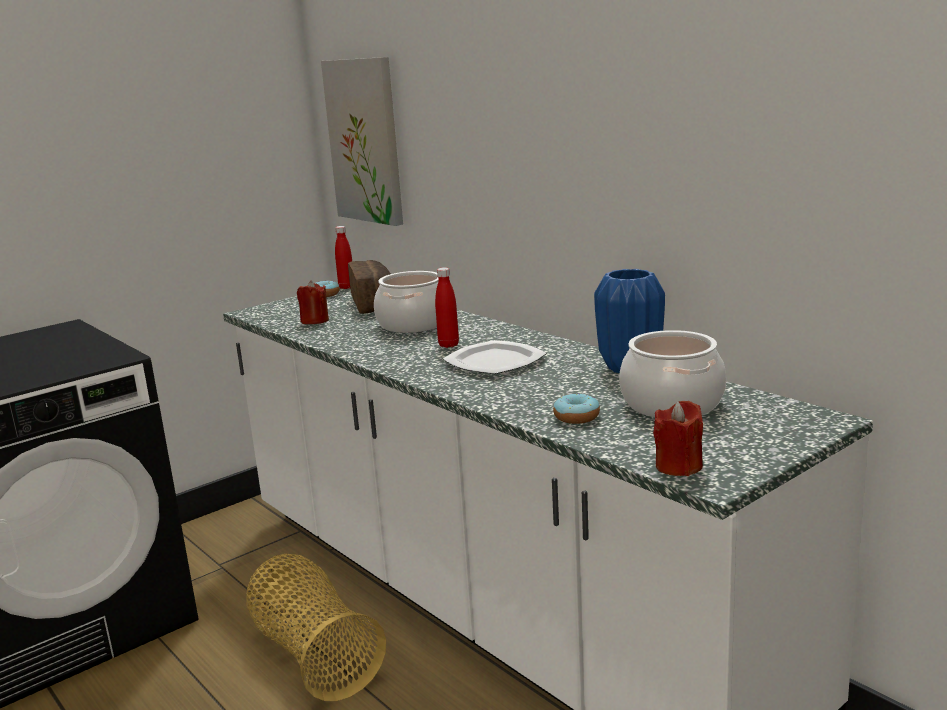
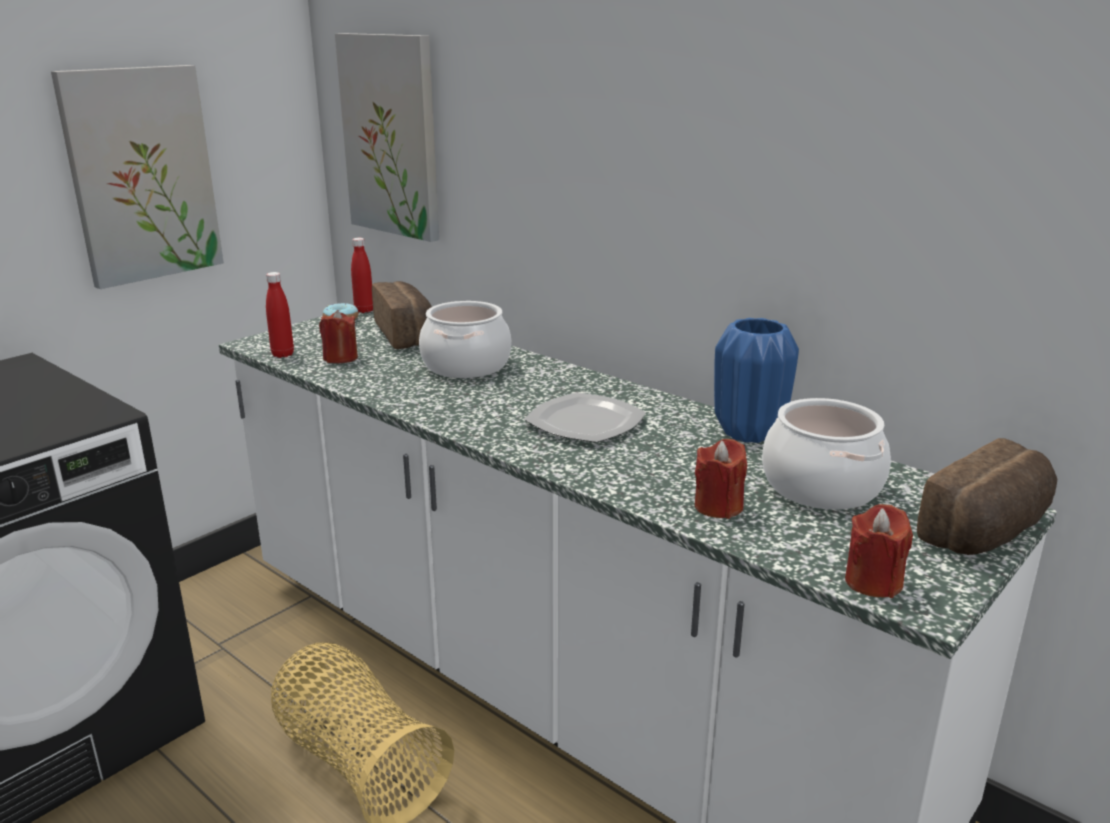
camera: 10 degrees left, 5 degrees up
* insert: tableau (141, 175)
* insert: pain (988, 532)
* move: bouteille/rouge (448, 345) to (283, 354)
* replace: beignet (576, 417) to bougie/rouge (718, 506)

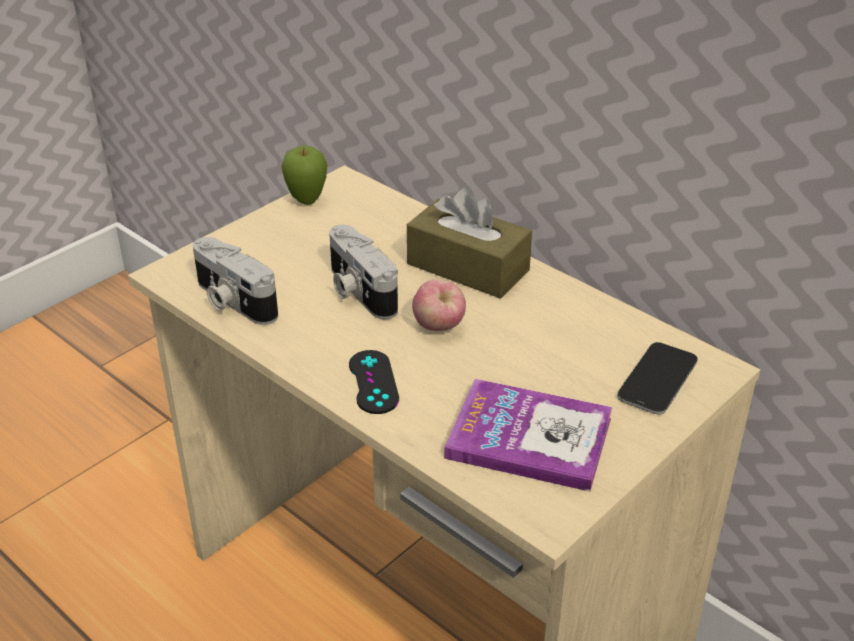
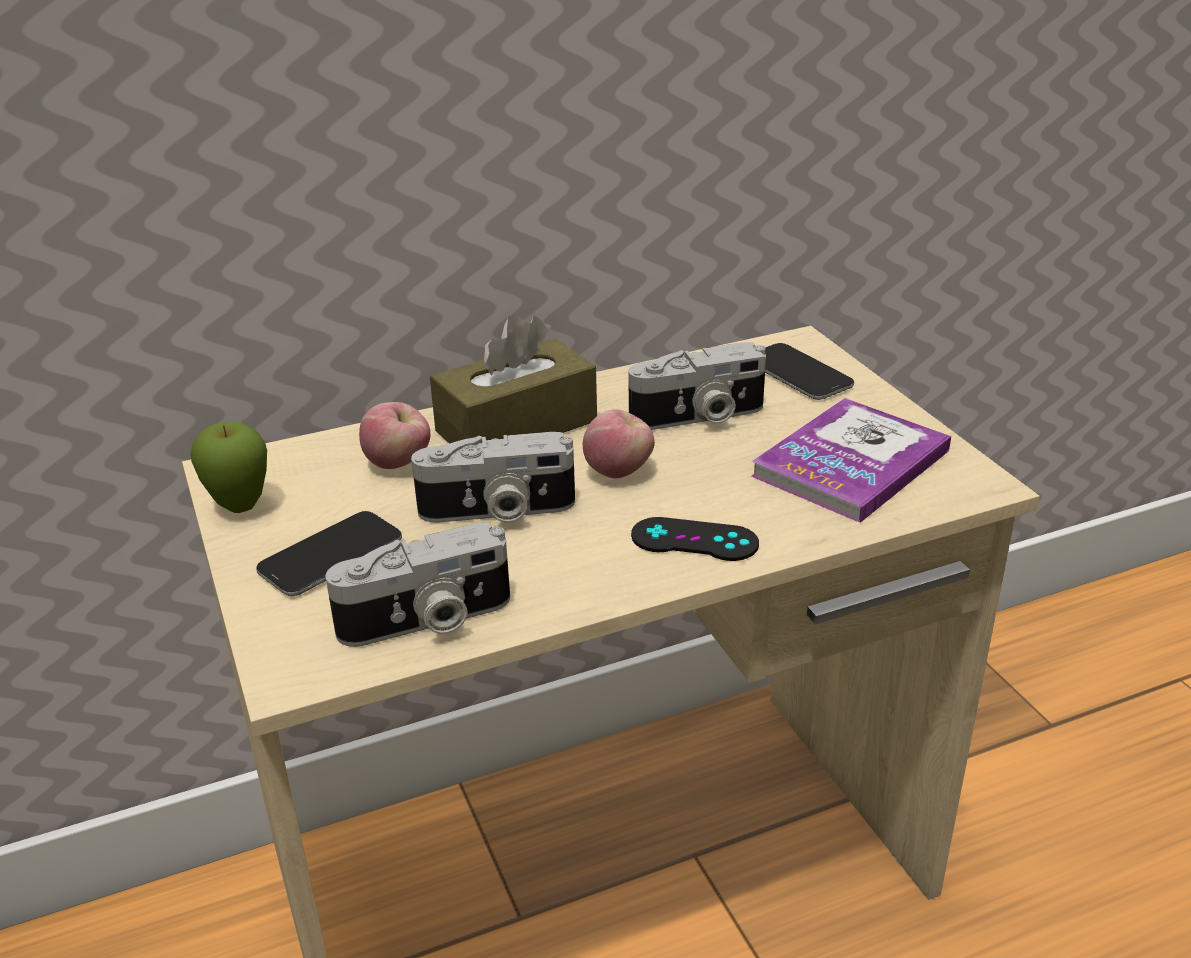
camera: 65 degrees left, 5 degrees down
* insert: téléphone (331, 556)
* insert: pomme (398, 463)
* insert: appareil photo (699, 417)

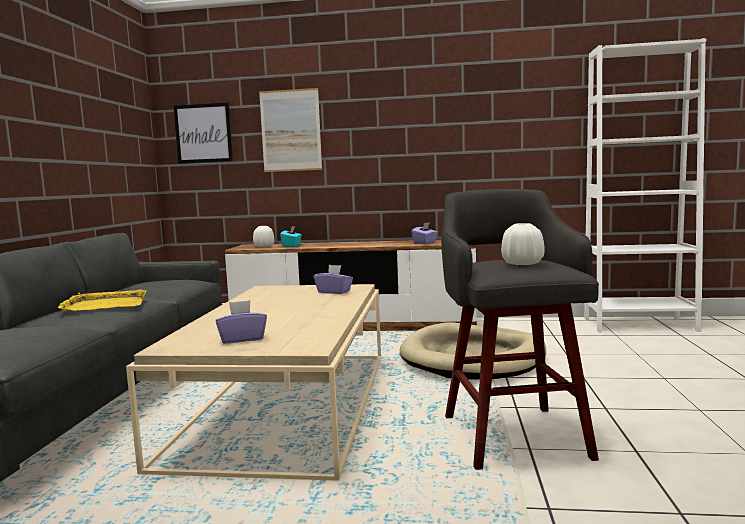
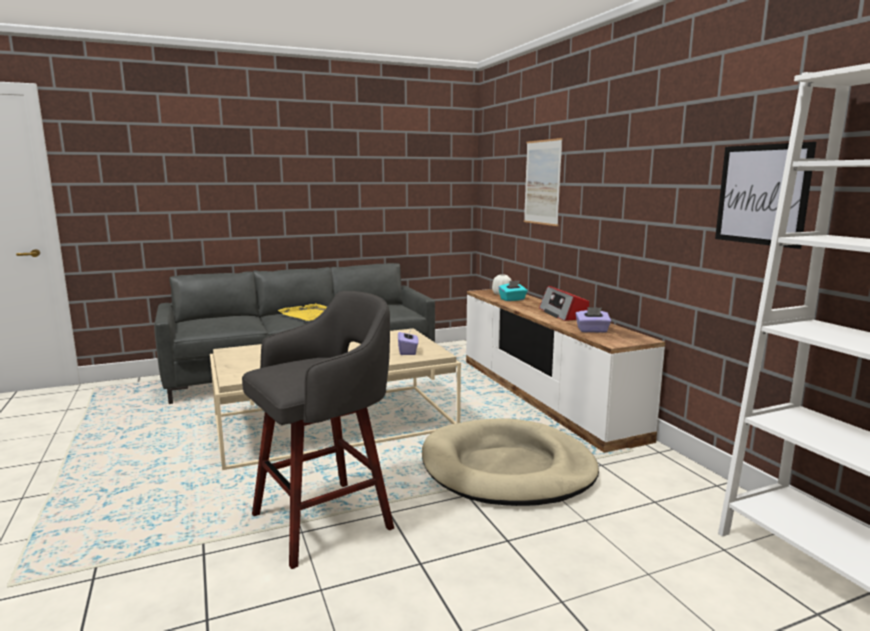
camera: 60 degrees right, 5 degrees up
* delete: boîte à mouchoirs/violet (242, 339)
* delete: vase/blanc (522, 263)
* insert: radio (563, 314)
* move: tableau (203, 133) to (762, 194)

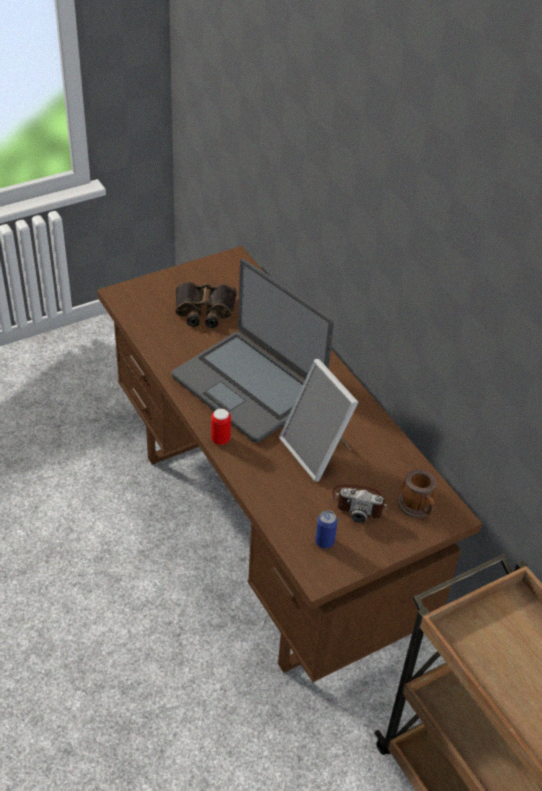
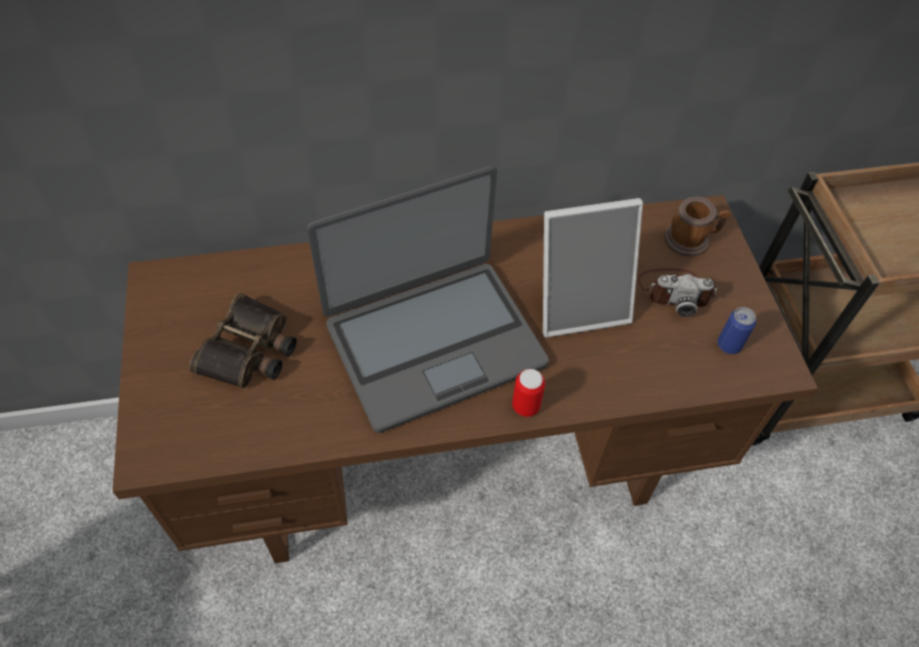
camera: 70 degrees left, 10 degrees up
* rotate: appareil photo (359, 503) = (675, 291) 60 degrees clockwise

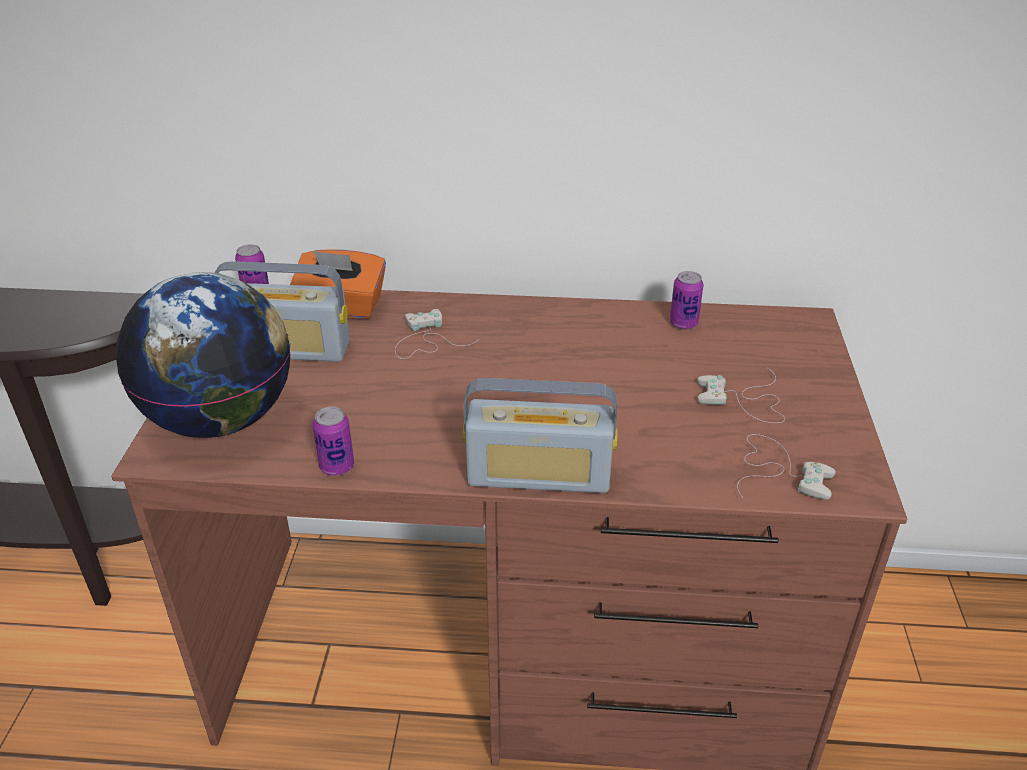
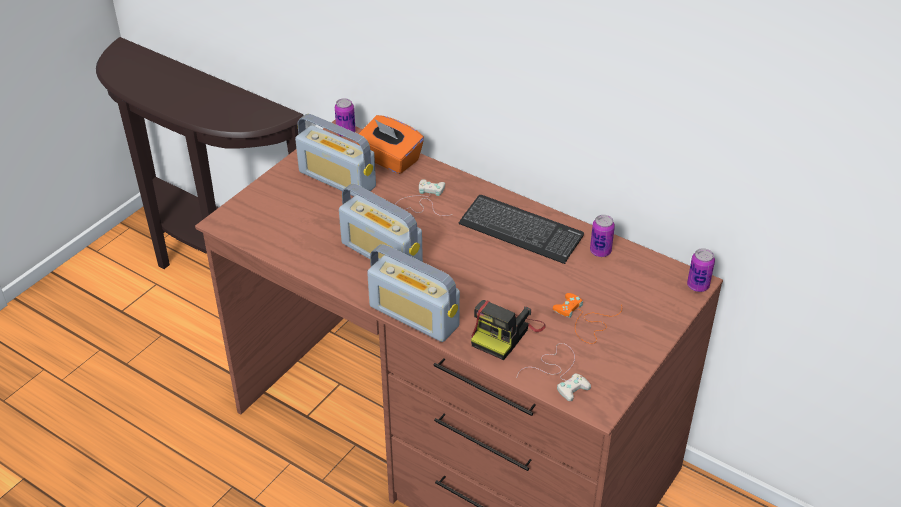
camera: 30 degrees right, 5 degrees up
* delete: globe (221, 419)
* insert: radio (381, 254)
* insert: clavier (520, 231)
* insert: appareil photo (505, 333)
* move: boîte métallique (337, 466) to (698, 286)
* recolor: manette/blanc (745, 401) to manette/orange (585, 320)

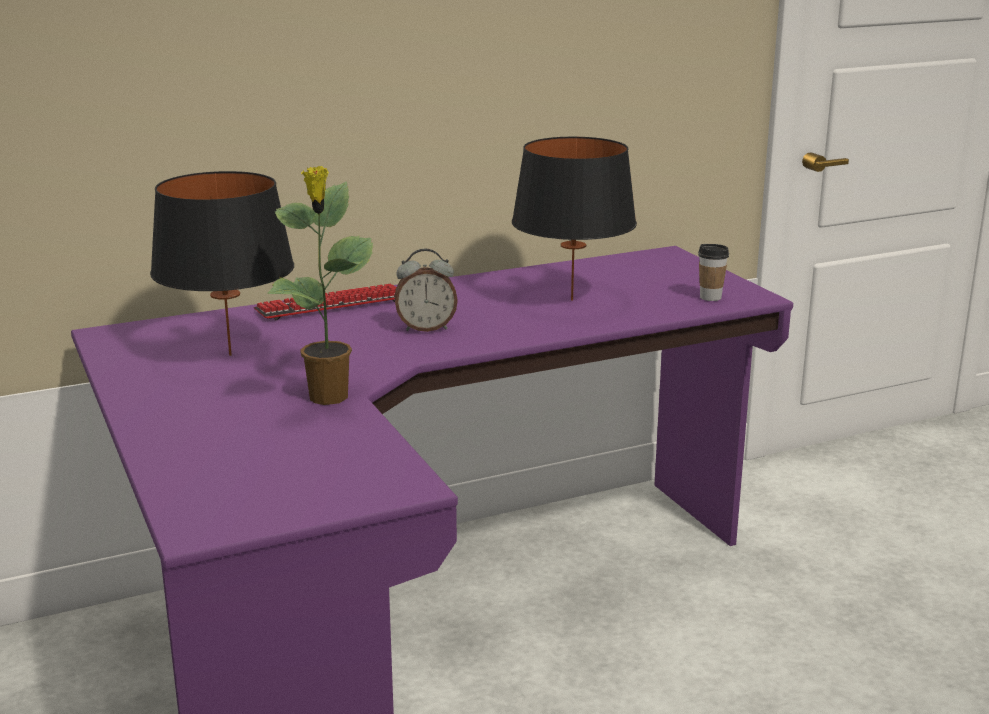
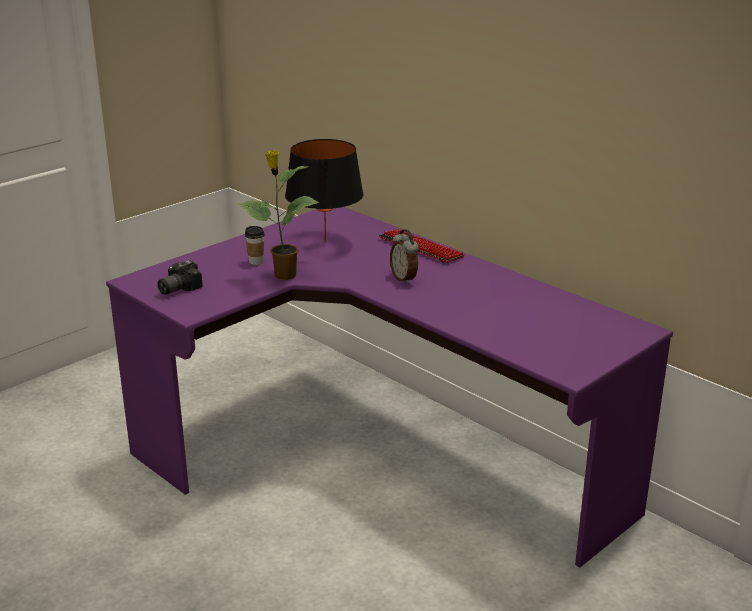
camera: 70 degrees right, 5 degrees up
* delete: lampe de table/noir (572, 300)
* insert: appareil photo (176, 288)
* move: tasse (710, 297) to (256, 262)

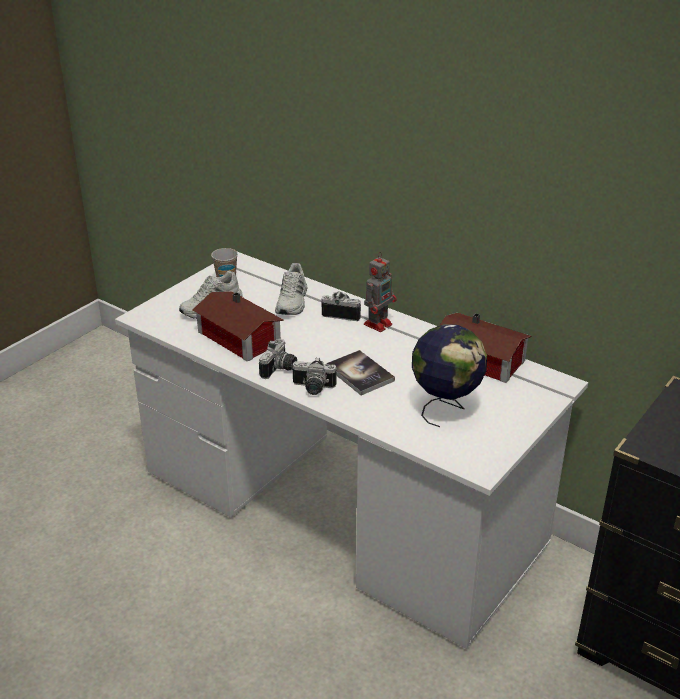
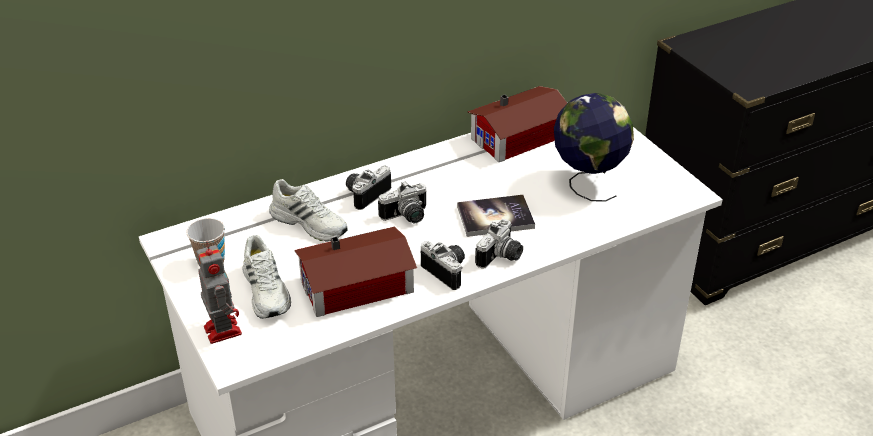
camera: 65 degrees left, 5 degrees up
* insert: appareil photo (407, 217)
* move: robot jouet (378, 324) to (222, 329)

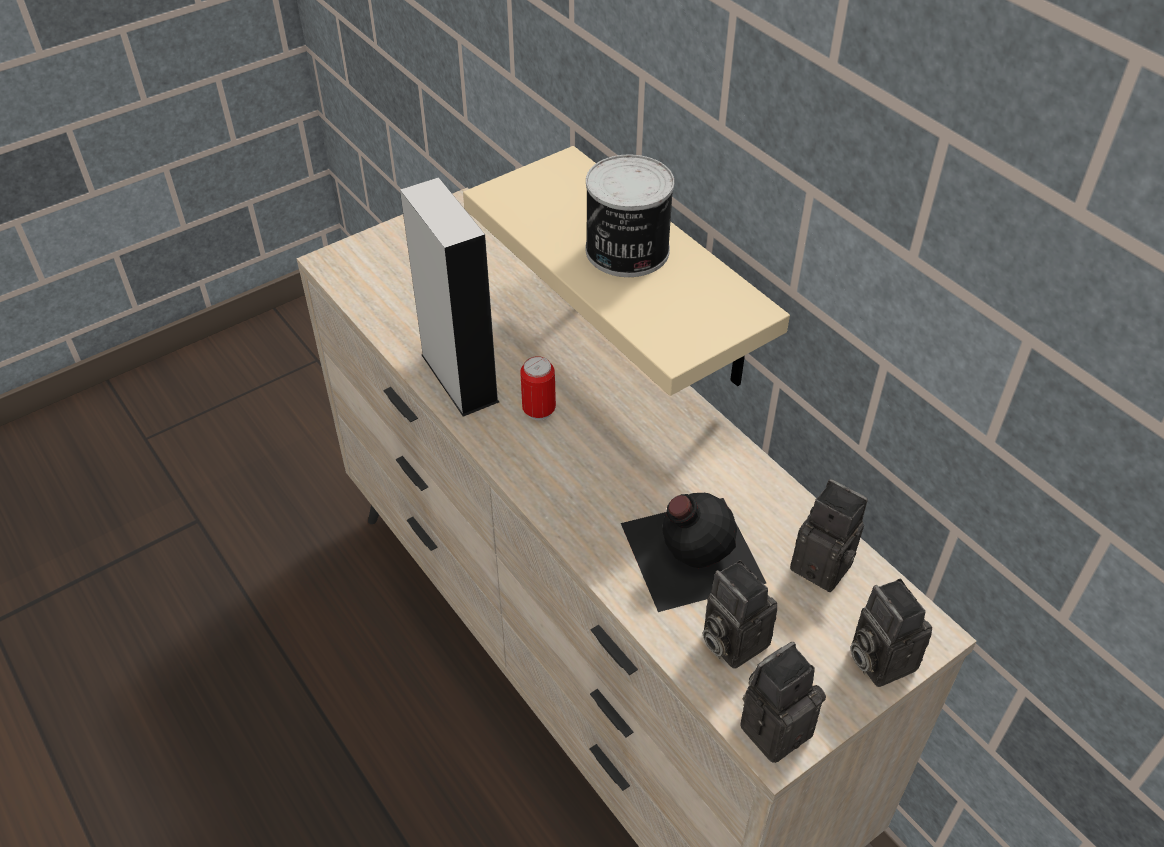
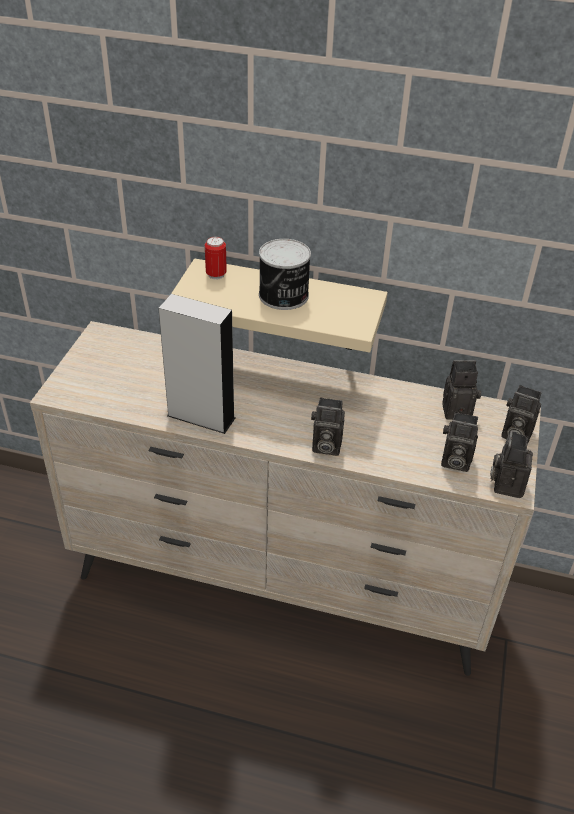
camera: 40 degrees left, 5 degrees down
* delete: bouteille/noir (689, 551)
* insert: appareil photo (325, 446)
* move: boîte métallique (539, 410) to (216, 275)

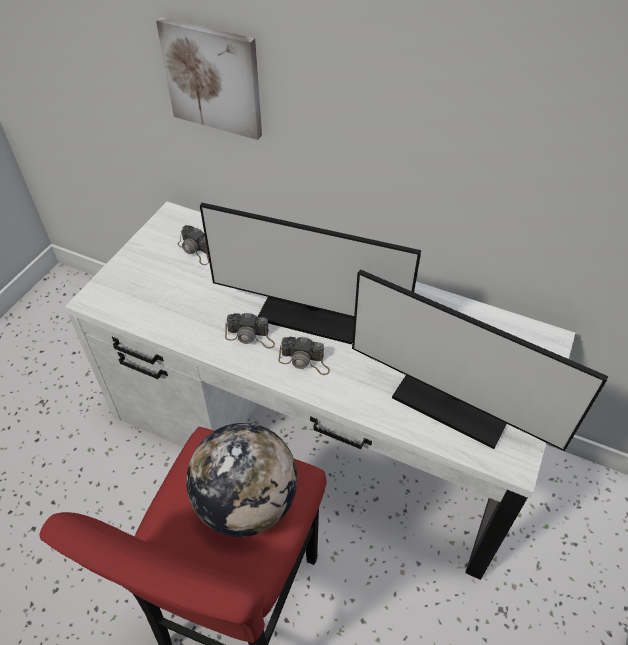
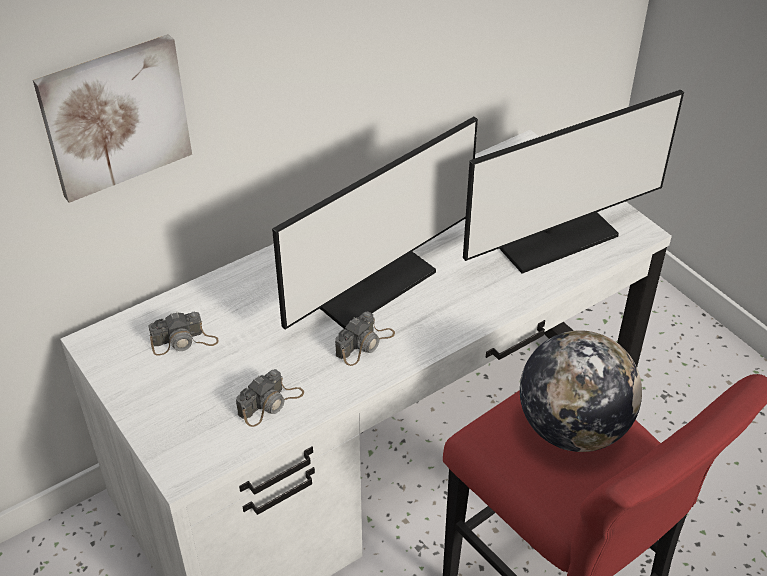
camera: 60 degrees left, 5 degrees down
* move: appareil photo (305, 361) to (270, 403)

